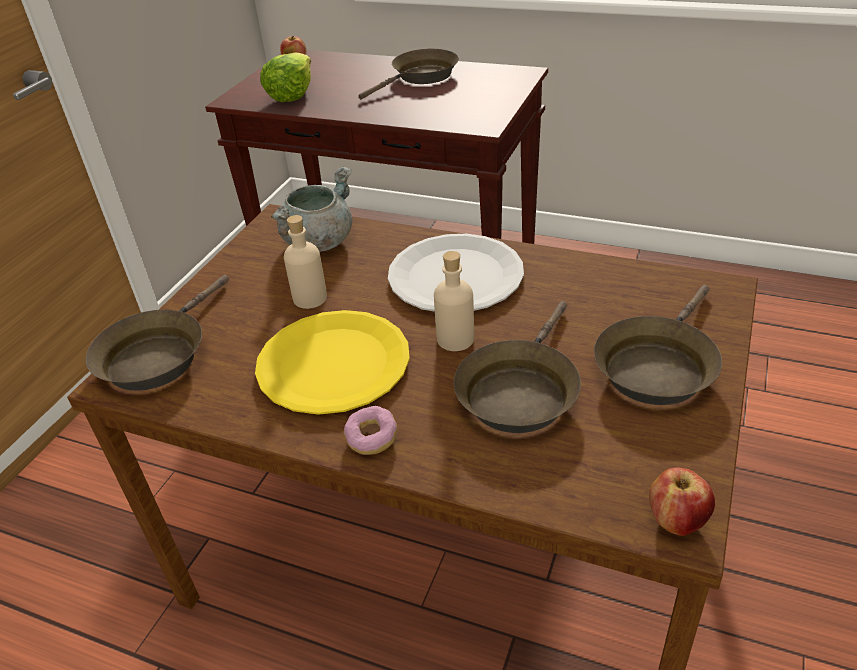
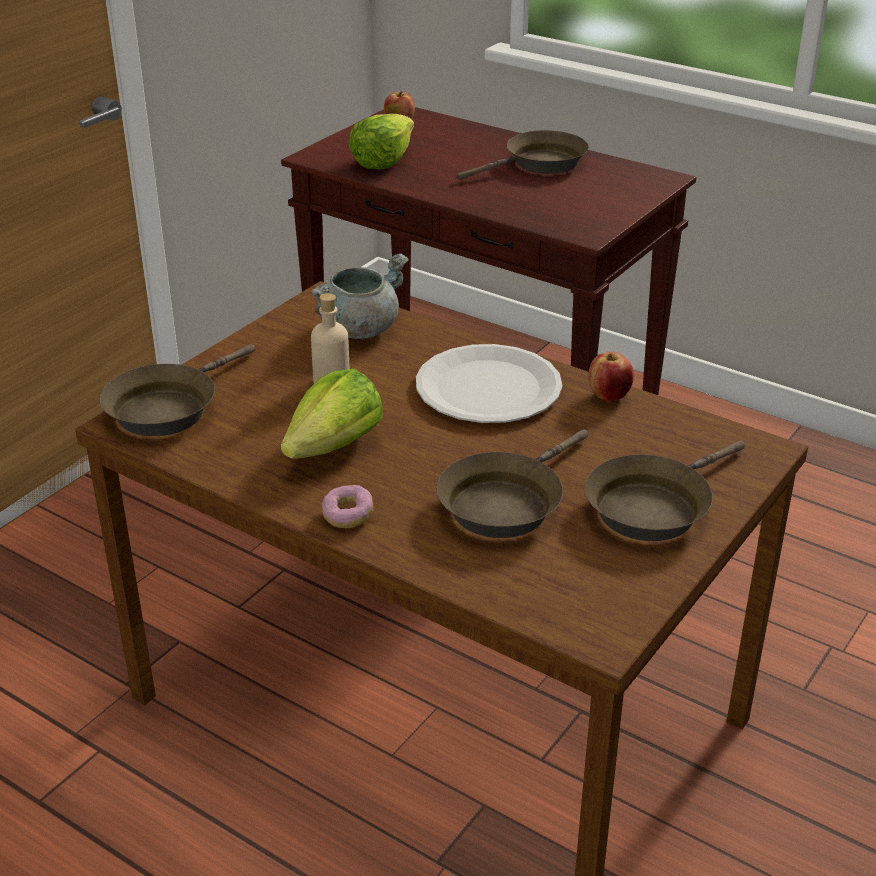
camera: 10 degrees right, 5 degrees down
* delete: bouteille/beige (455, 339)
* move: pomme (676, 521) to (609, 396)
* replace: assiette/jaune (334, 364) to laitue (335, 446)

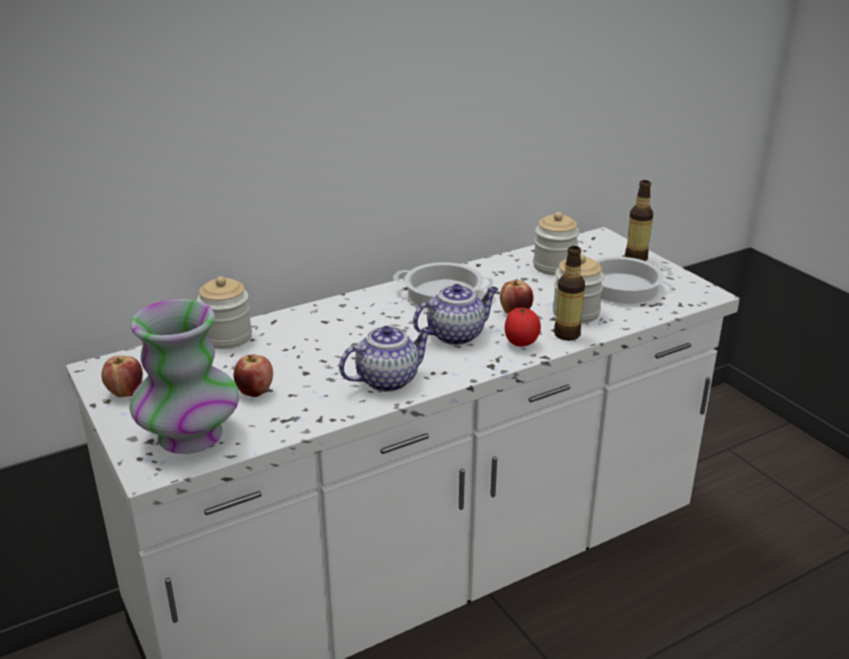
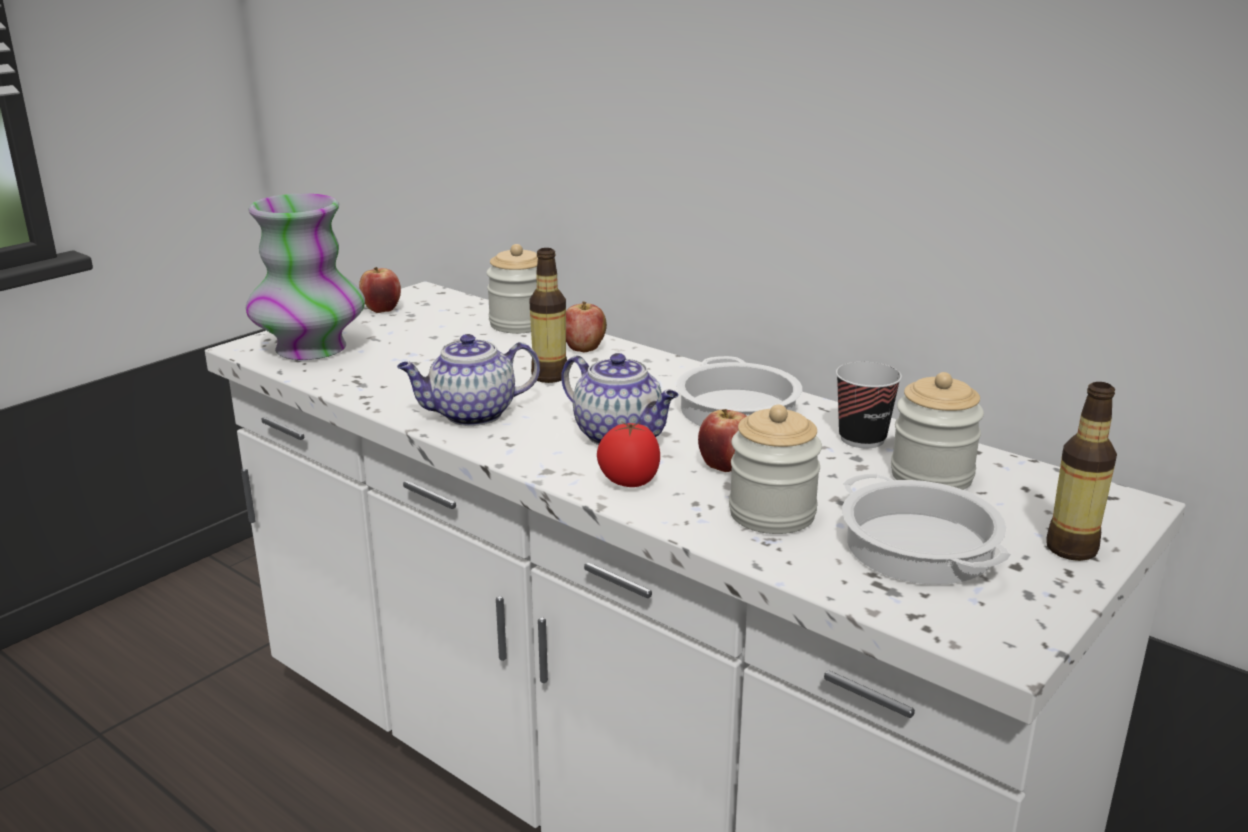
camera: 70 degrees right, 5 degrees down
* insert: tasse (862, 439)
* move: pomme (255, 392) to (584, 349)
* move: bouteille (567, 334) to (549, 376)
* rotate: théière (388, 379) = (471, 415) 120 degrees clockwise

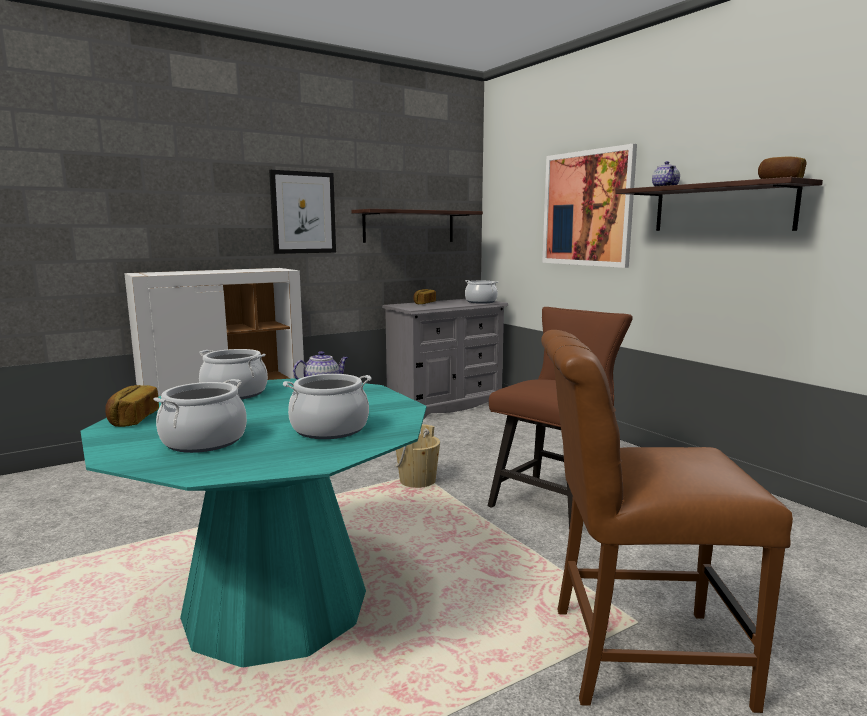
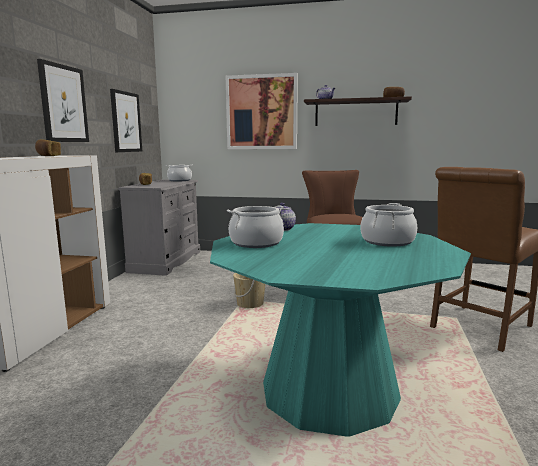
camera: 45 degrees left, 0 degrees up
* delete: marmite (204, 441)
* move: pain (132, 419) to (48, 156)
* replace: étagère (409, 226) to tableau (126, 122)

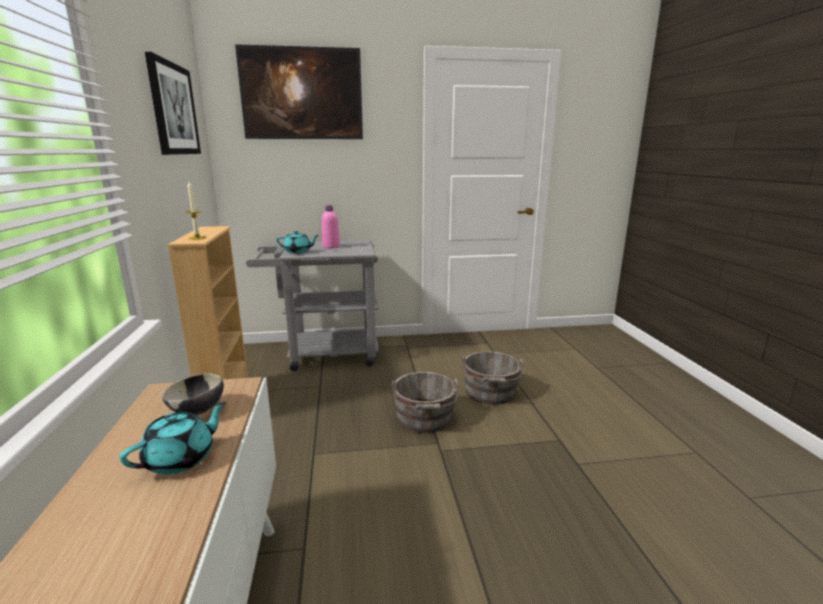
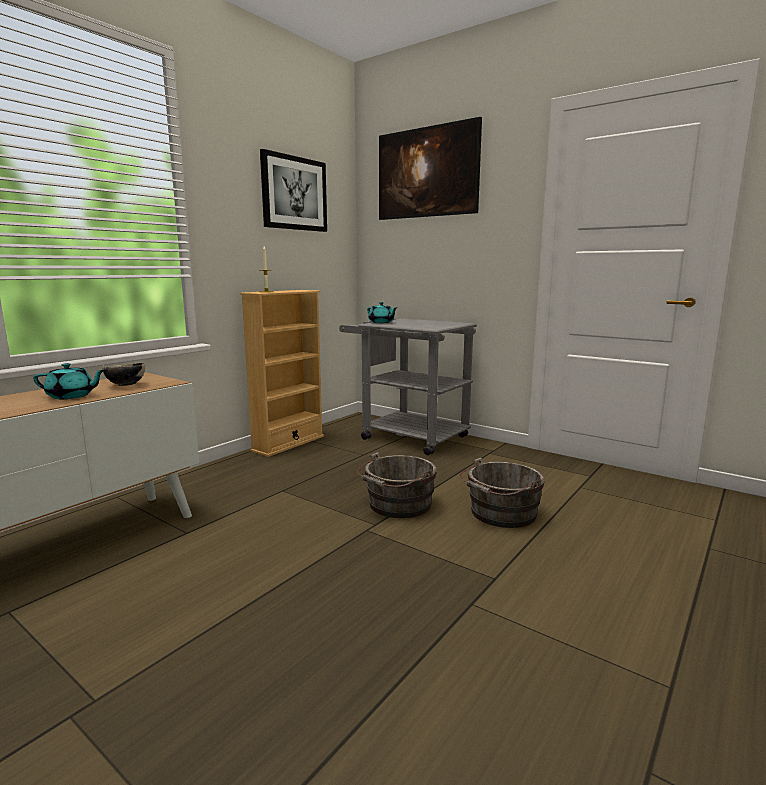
camera: 45 degrees right, 5 degrees down
* delete: bouteille/rose (331, 246)

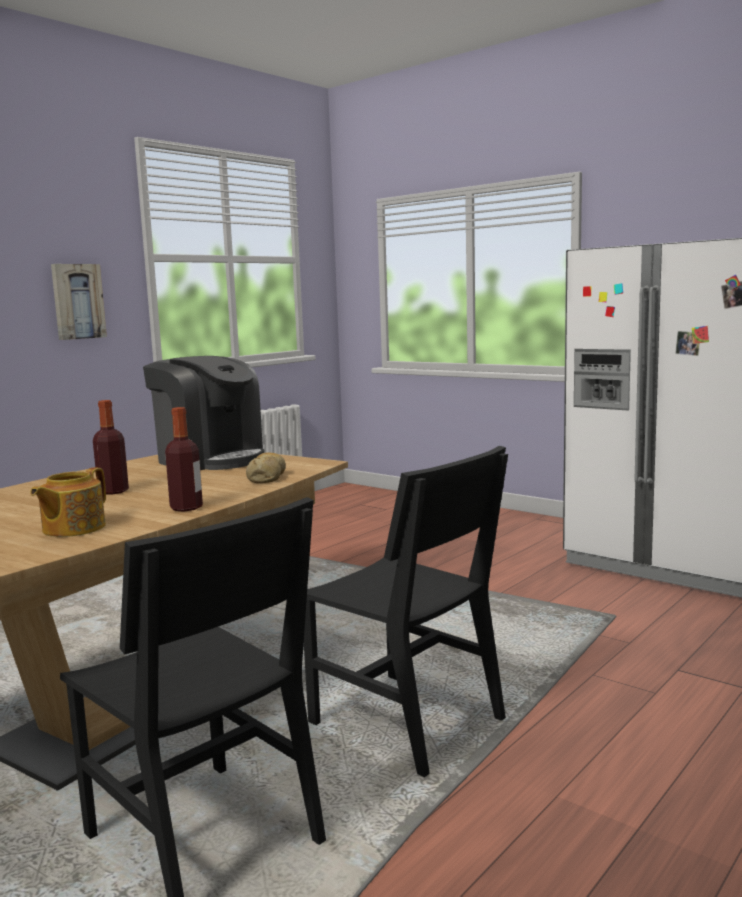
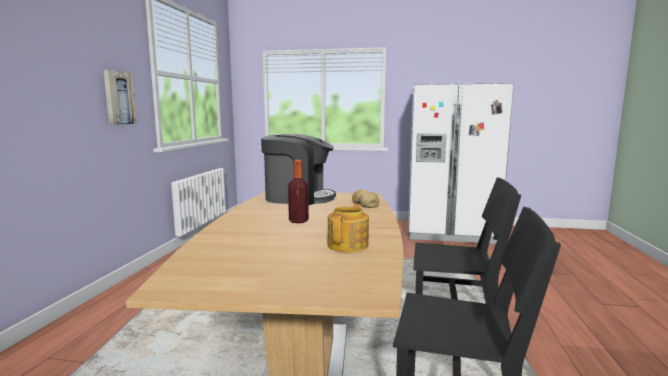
camera: 30 degrees left, 0 degrees up
* delete: bouteille (186, 508)
* rotate: théière (72, 528) = (348, 245) 150 degrees counterclockwise

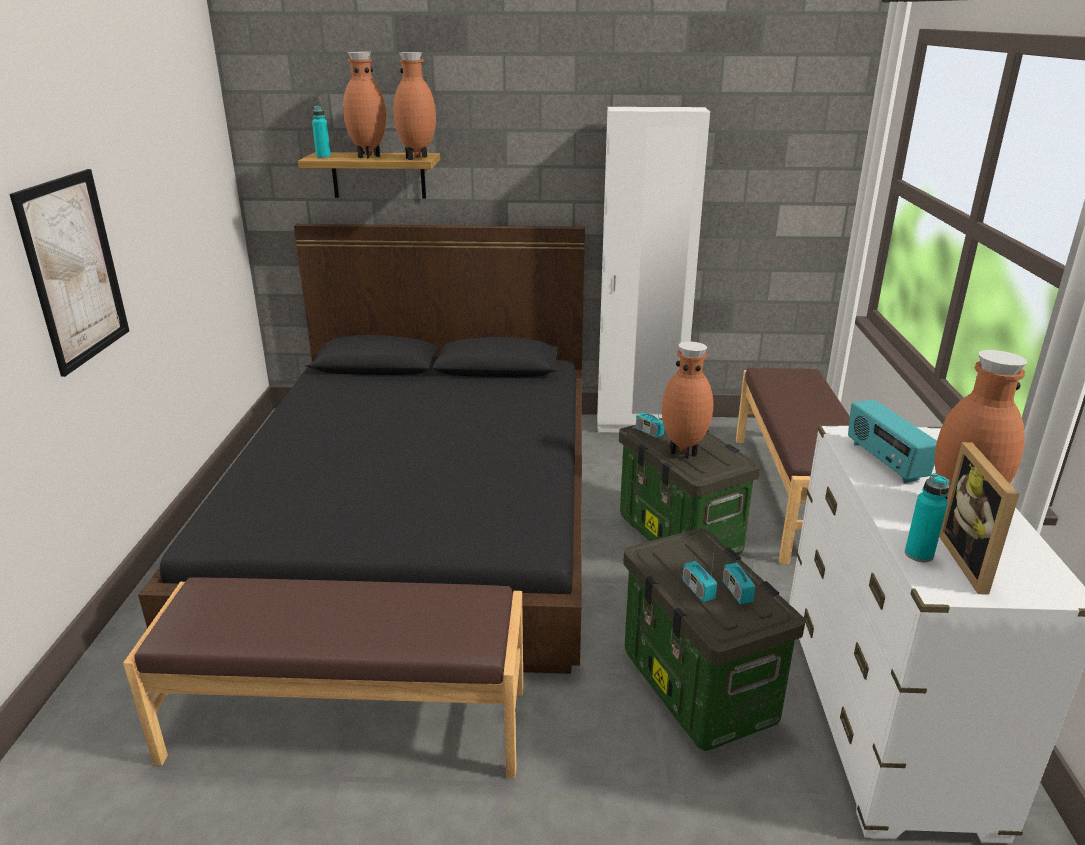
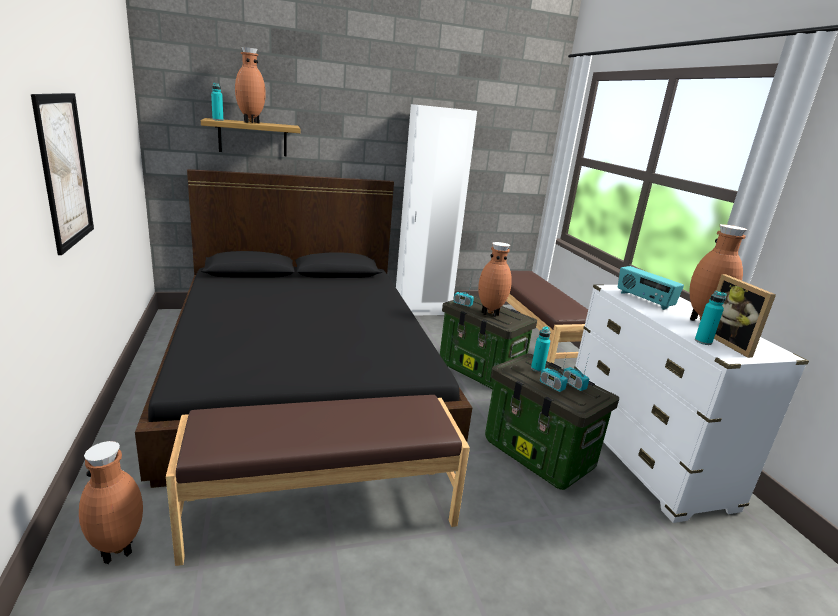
camera: 20 degrees left, 5 degrees down
* insert: bouteille/turquoise (537, 369)
* move: vase/marron (418, 158) to (119, 552)

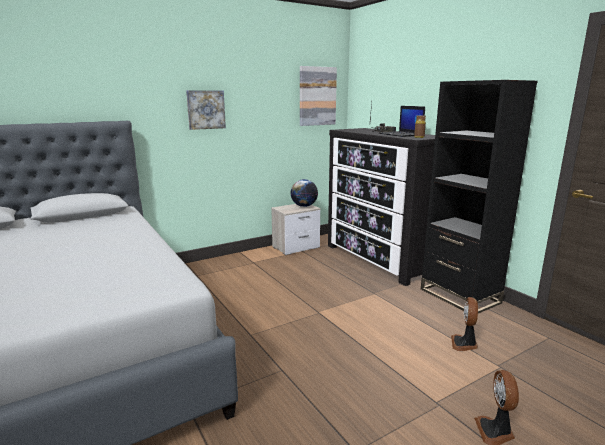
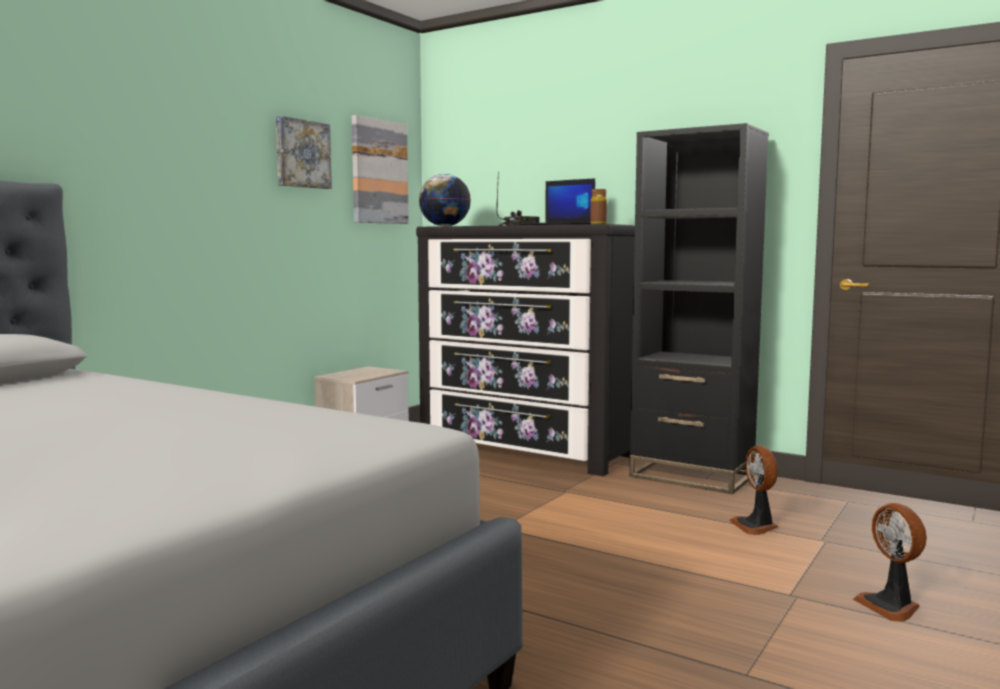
camera: 25 degrees left, 10 degrees down
* move: tableau (205, 109) to (301, 154)
* move: globe (304, 206) to (444, 226)

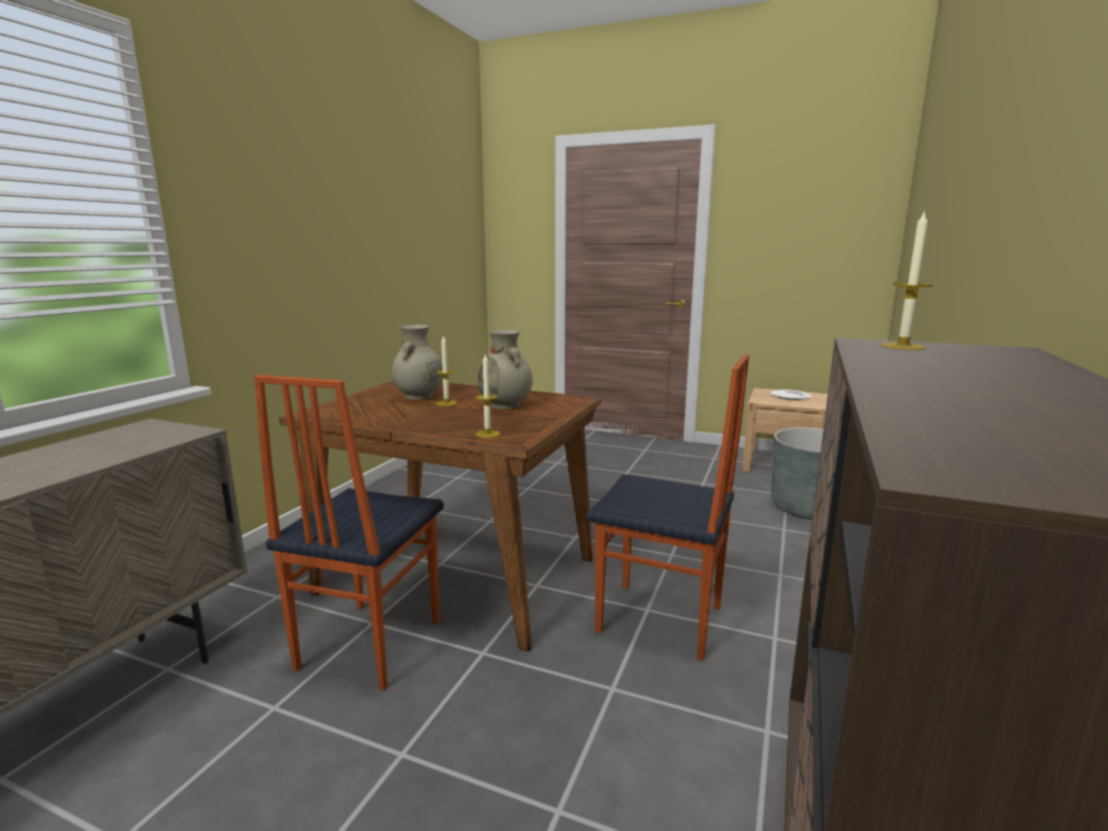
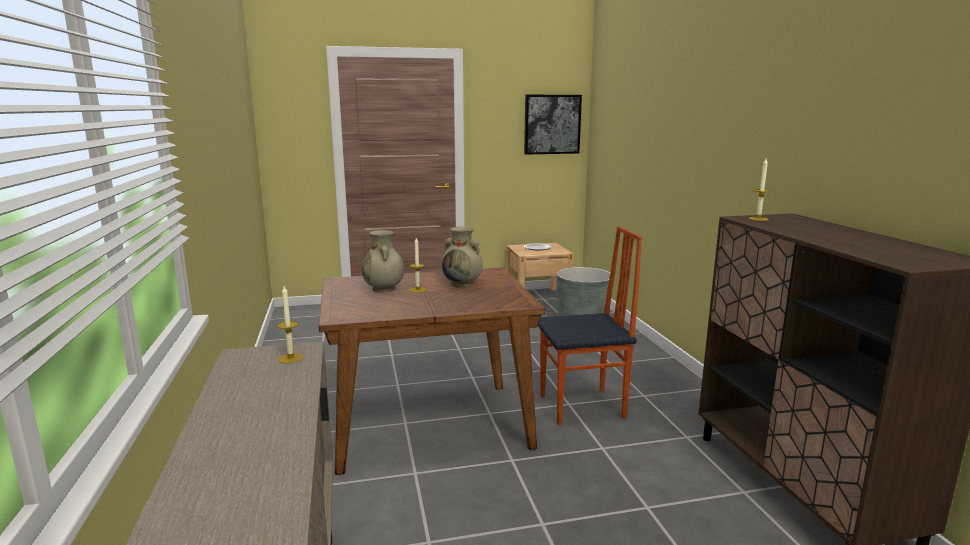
camera: 35 degrees left, 0 degrees up
* delete: chaise (367, 644)
* insert: tableau (552, 124)
* move: bougie (487, 434) to (291, 358)

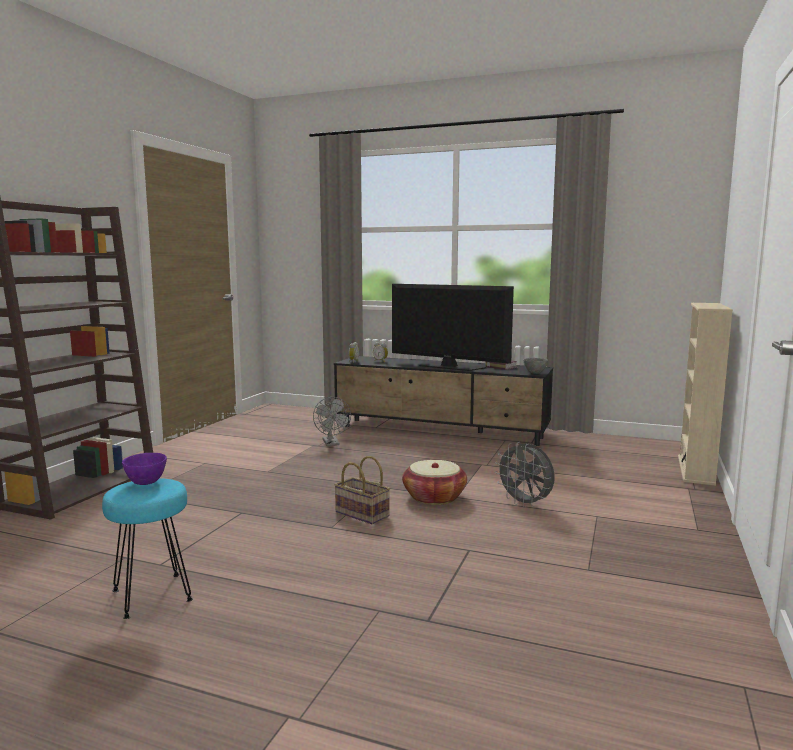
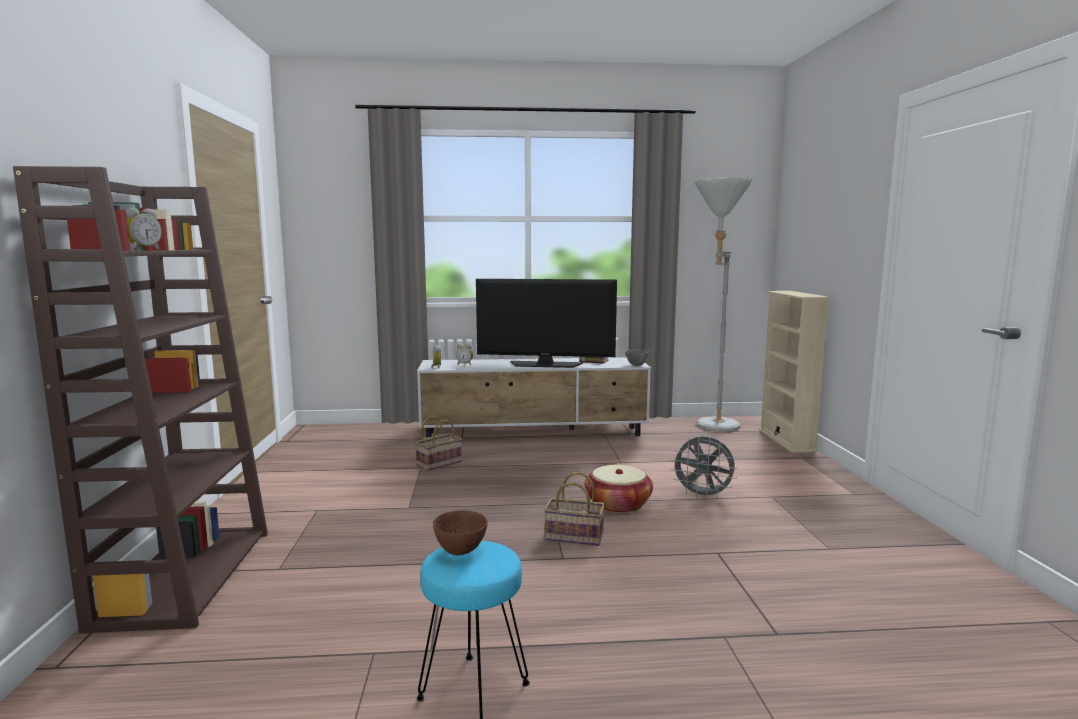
camera: 25 degrees left, 0 degrees up
* insert: réveil (143, 250)
* insert: lampadaire/gris (712, 427)
* replace: ventilateur/gris (332, 444) to panier (439, 463)
* recolor: bol/violet (147, 483) to bol/marron (461, 551)
* recolor: meuble télé/noir (441, 432) to meuble télé/blanc (535, 434)

